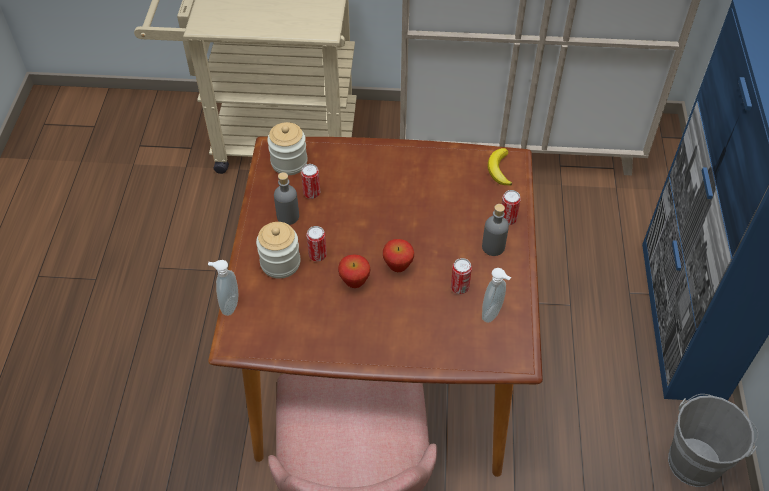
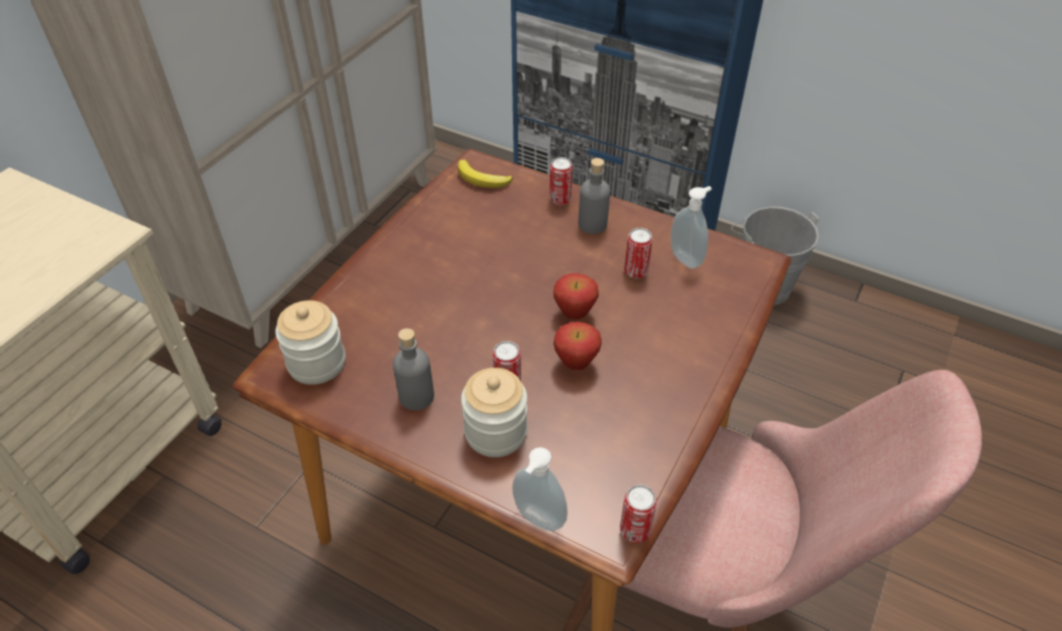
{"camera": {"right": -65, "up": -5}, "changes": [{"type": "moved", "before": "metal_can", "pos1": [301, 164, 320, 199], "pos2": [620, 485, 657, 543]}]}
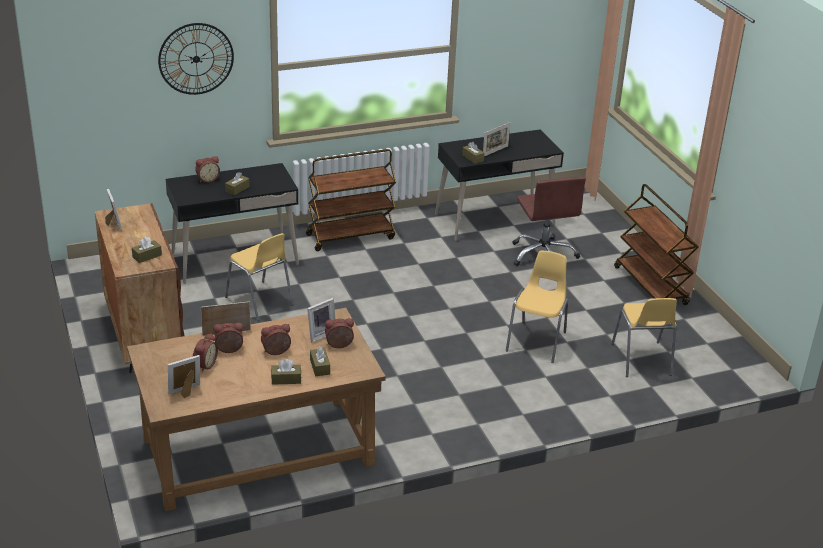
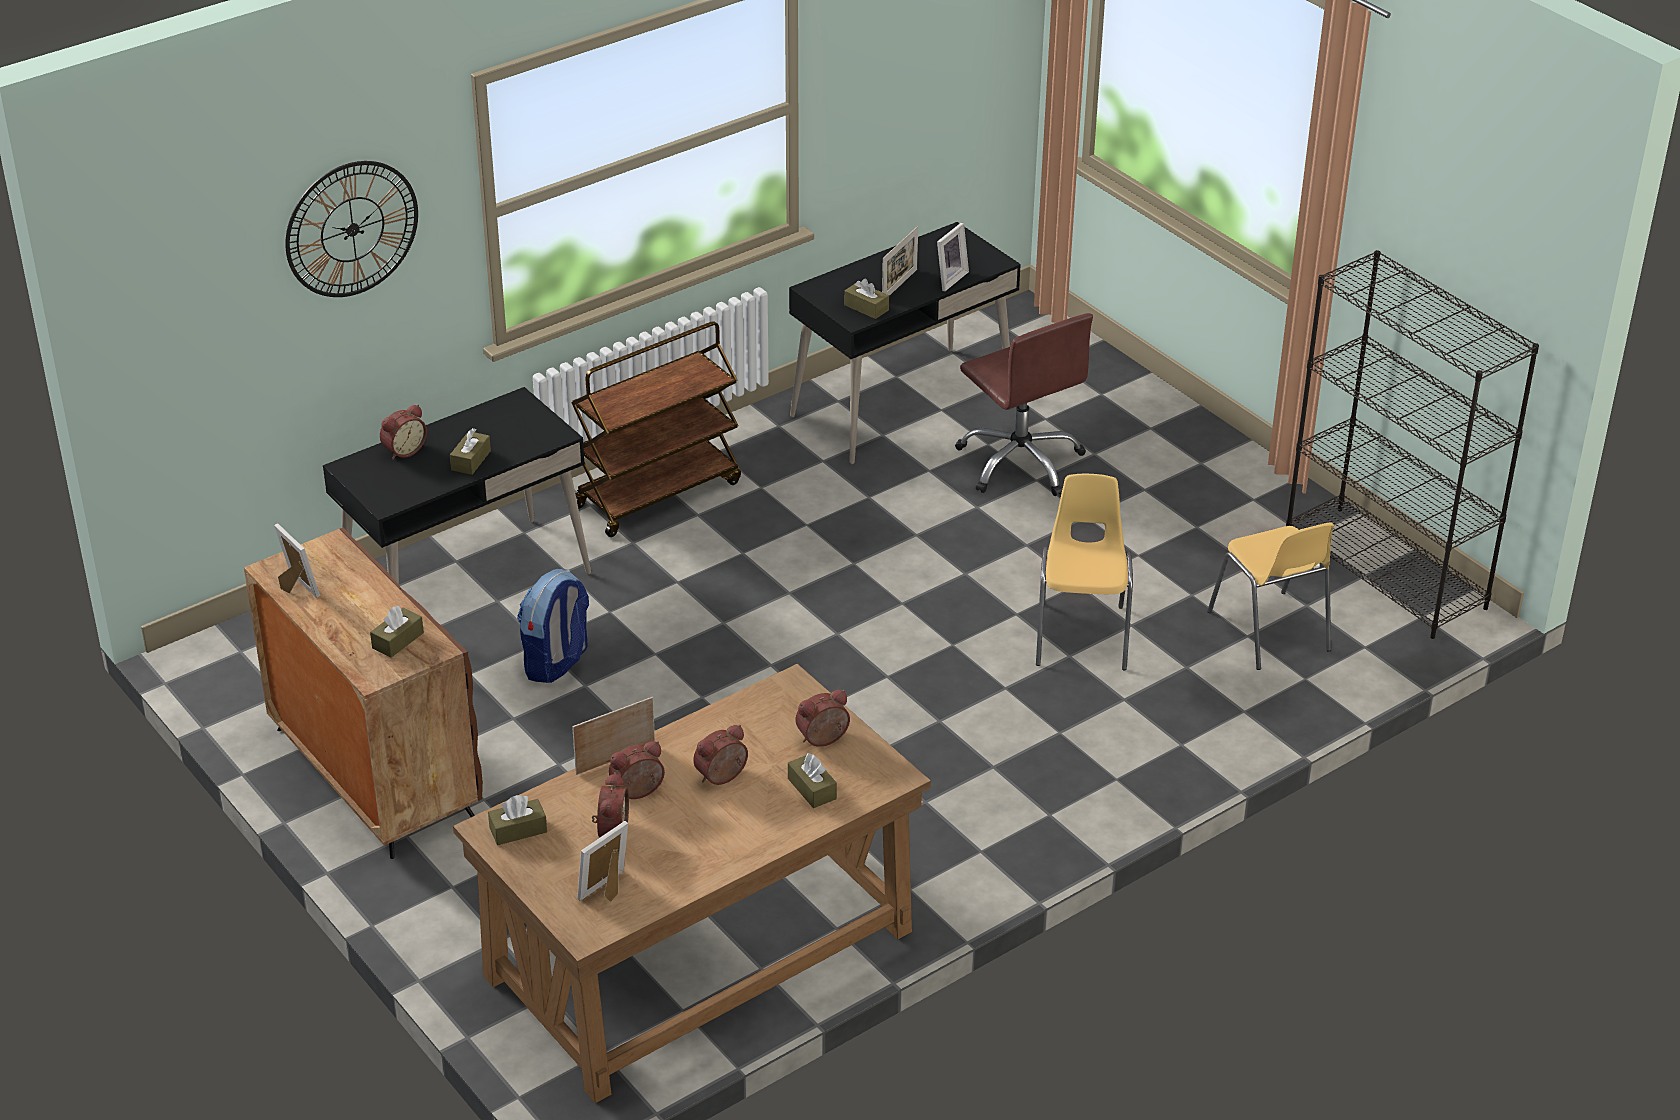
{"camera": {"right": -15, "up": 5}, "changes": [{"type": "removed", "before": "brown-coloured_wheeled_cart", "pos1": [614, 184, 698, 305]}, {"type": "added", "after": "black_bookcase", "pos2": [1286, 250, 1539, 639]}, {"type": "moved", "before": "brown-coloured_tissue_holder", "pos1": [271, 359, 301, 385], "pos2": [488, 795, 547, 845]}, {"type": "moved", "before": "picture_frame", "pos1": [307, 298, 335, 342], "pos2": [937, 223, 969, 291]}, {"type": "replaced", "before": "yellow_plain_chair", "after": "rucksack", "pos1": [225, 233, 294, 321], "pos2": [517, 569, 589, 683]}]}
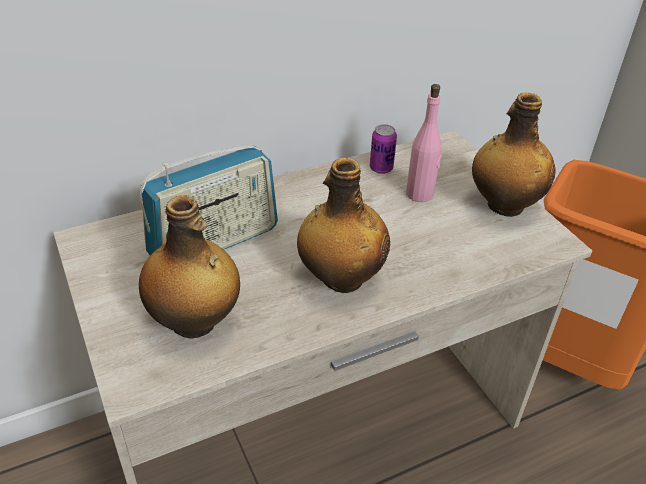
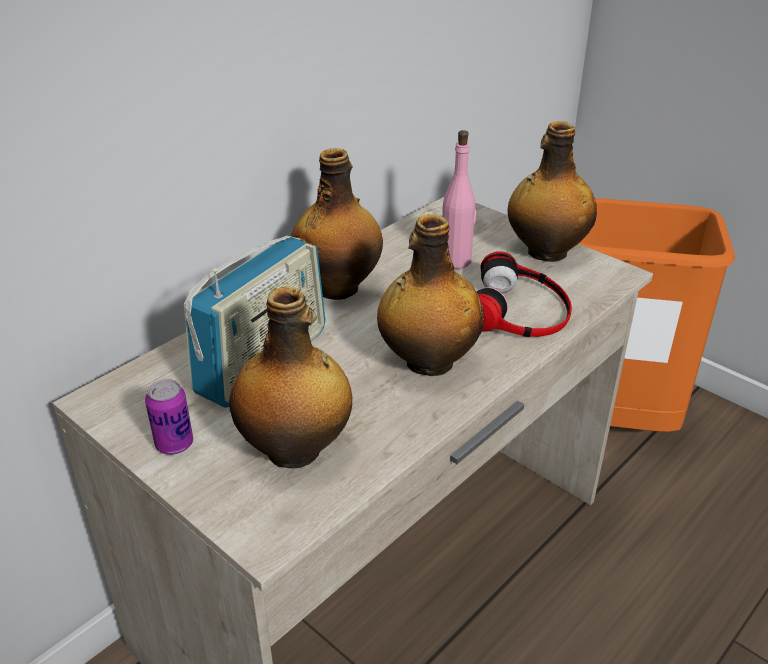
{"camera": {"right": -20, "up": -5}, "changes": [{"type": "added", "after": "bottle", "pos2": [291, 148, 383, 300]}, {"type": "added", "after": "headphones", "pos2": [477, 251, 572, 337]}, {"type": "moved", "before": "metal_can", "pos1": [370, 124, 397, 174], "pos2": [145, 379, 193, 455]}]}
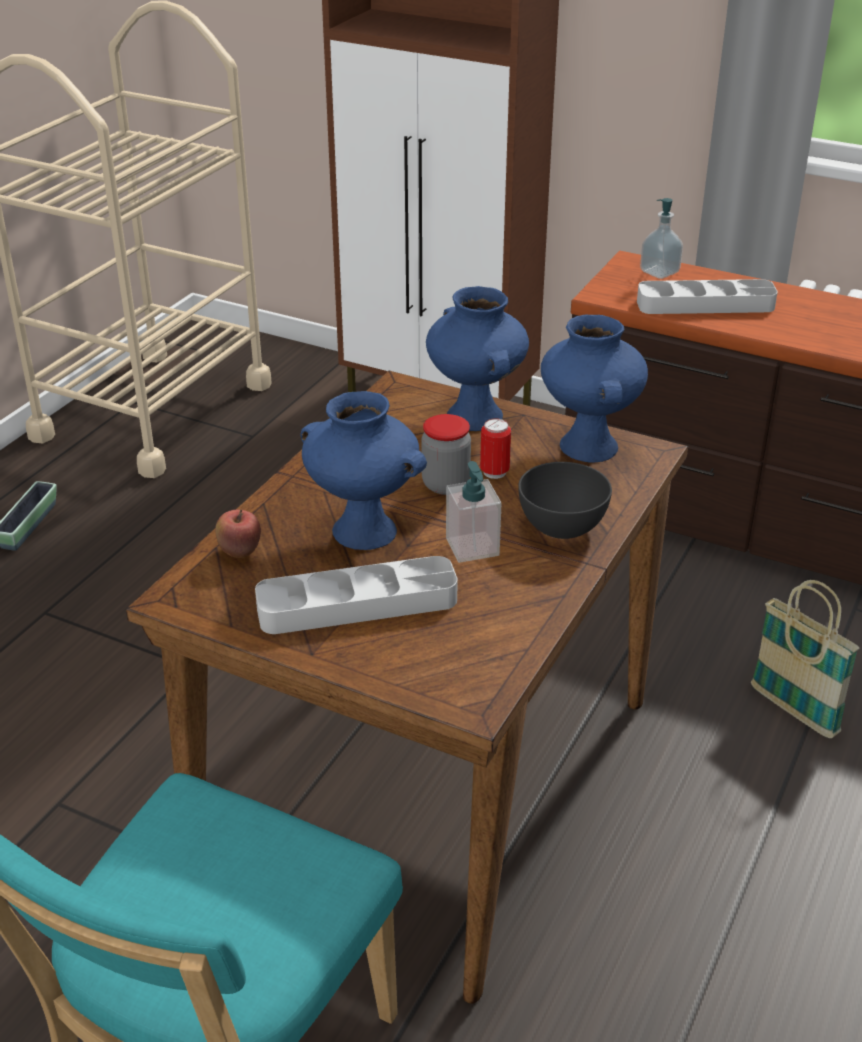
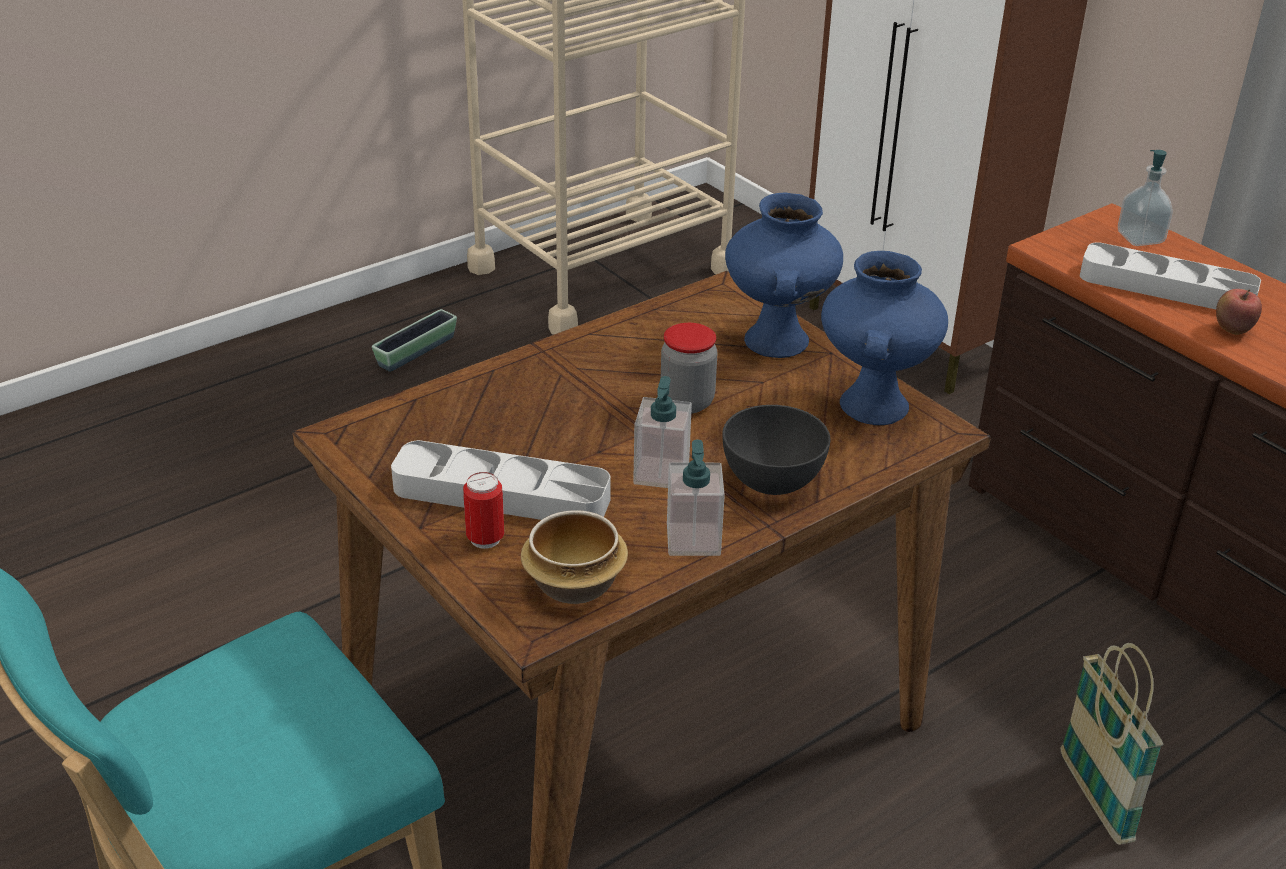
{"camera": {"right": 25, "up": 0}, "changes": [{"type": "removed", "before": "blue-coloured_flower_vase", "pos1": [300, 391, 427, 550]}, {"type": "added", "after": "serving_bowl", "pos2": [521, 510, 628, 604]}, {"type": "added", "after": "soap_dispenser", "pos2": [667, 439, 725, 556]}, {"type": "moved", "before": "whole_apple", "pos1": [215, 510, 261, 558], "pos2": [1216, 289, 1262, 335]}, {"type": "moved", "before": "metal_can", "pos1": [480, 418, 511, 479], "pos2": [463, 472, 504, 549]}]}
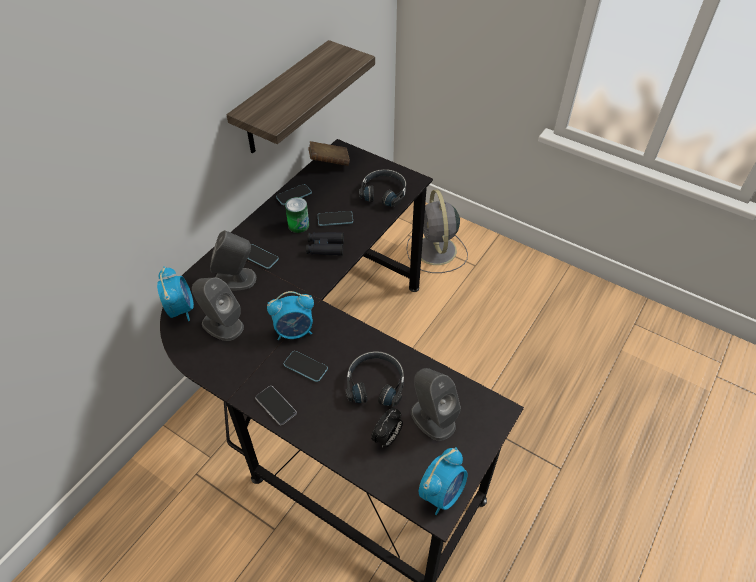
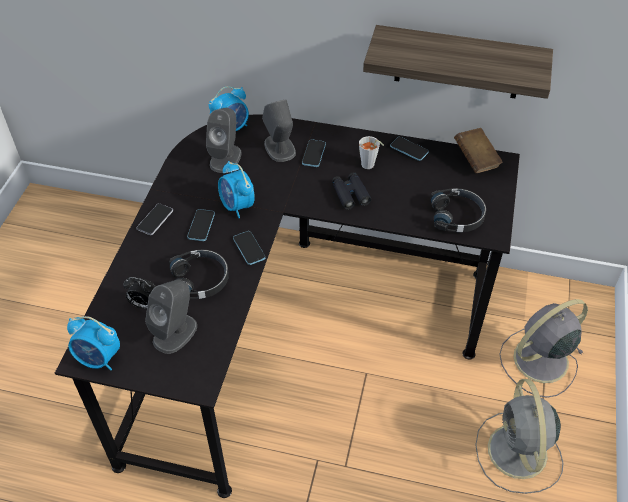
{"camera": {"right": 70, "up": 0}, "changes": [{"type": "added", "after": "gray_cooling_fan", "pos2": [475, 379, 563, 494]}, {"type": "moved", "before": "phone", "pos1": [318, 211, 353, 226], "pos2": [233, 231, 265, 265]}, {"type": "replaced", "before": "metal_can", "after": "gray_small_cup", "pos1": [285, 197, 309, 233], "pos2": [359, 136, 384, 169]}]}
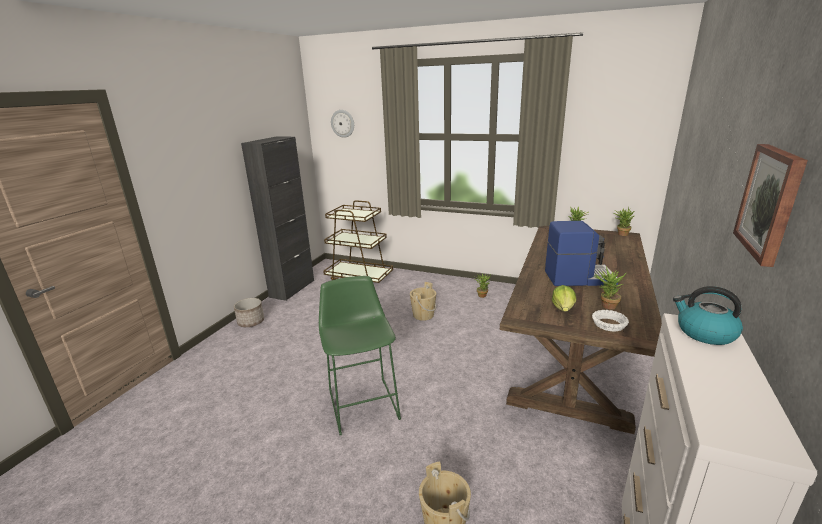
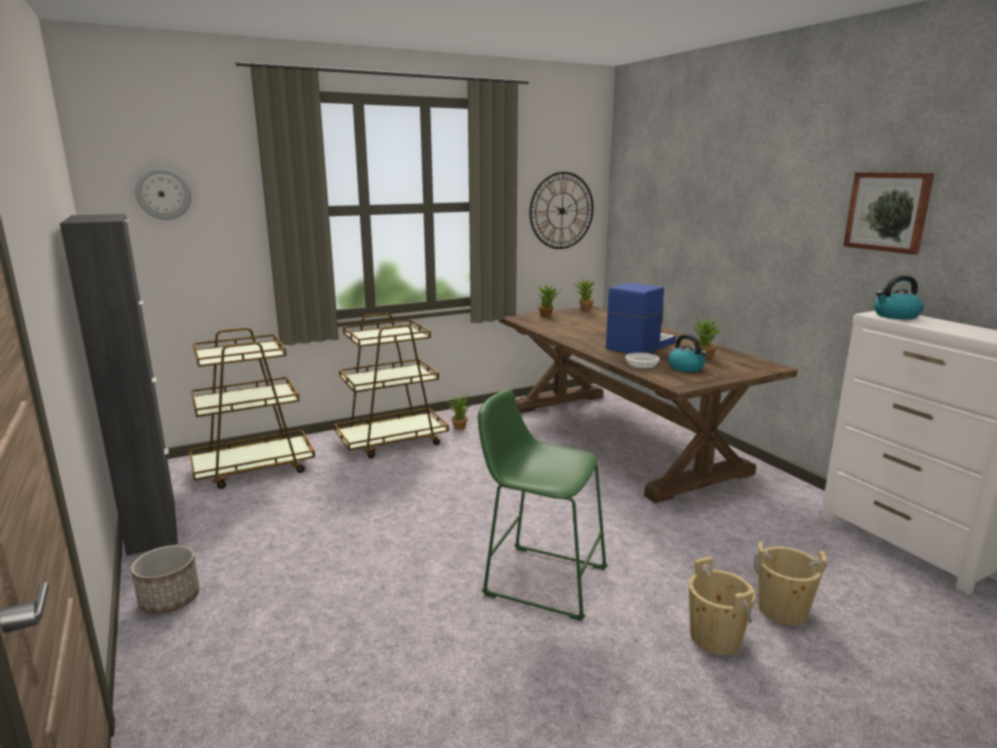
{"camera": {"right": -50, "up": -5}, "changes": [{"type": "added", "after": "brown-coloured_wheeled_cart", "pos2": [334, 313, 449, 459]}, {"type": "added", "after": "hanging_clock", "pos2": [529, 172, 594, 249]}, {"type": "moved", "before": "beige-coloured_pail", "pos1": [410, 282, 436, 321], "pos2": [689, 557, 755, 655]}, {"type": "moved", "before": "whitish_serving_bowl", "pos1": [592, 310, 629, 331], "pos2": [625, 352, 660, 368]}, {"type": "replaced", "before": "head_of_lettuce", "after": "water_kettle", "pos1": [552, 285, 576, 312], "pos2": [668, 334, 707, 372]}]}
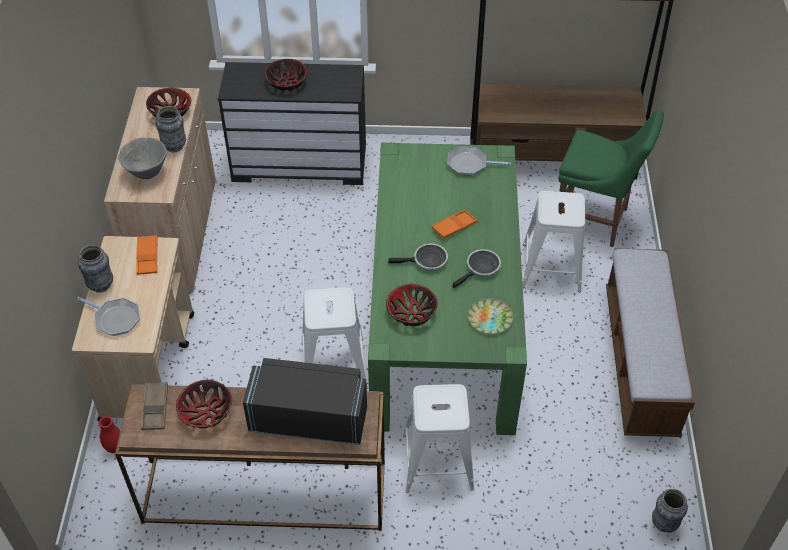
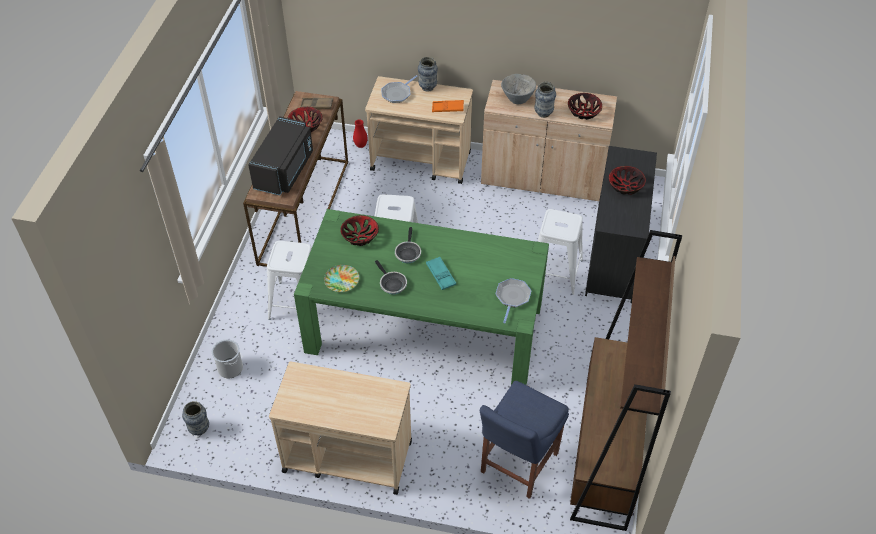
{"camera": {"right": 100, "up": 0}, "changes": [{"type": "added", "after": "pail", "pos2": [212, 339, 243, 378]}, {"type": "moved", "before": "whitish_sitting_stool", "pos1": [522, 191, 585, 292], "pos2": [538, 209, 583, 295]}, {"type": "replaced", "before": "long_seat", "after": "beige-coloured_wheeled_cart", "pos1": [606, 248, 695, 437], "pos2": [269, 361, 412, 495]}, {"type": "recoloured", "before": "orange-coloured_serving_tray", "after": "turquoise_serving_tray", "pos1": [432, 210, 478, 239], "pos2": [426, 257, 456, 290]}, {"type": "recoloured", "before": "green_plain_chair", "after": "blue-coloured_plain_chair", "pos1": [559, 110, 664, 247], "pos2": [480, 381, 569, 499]}]}
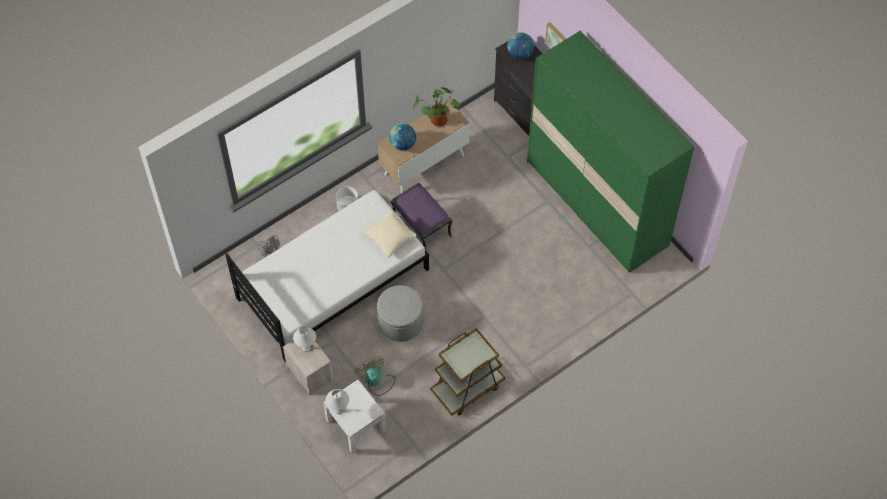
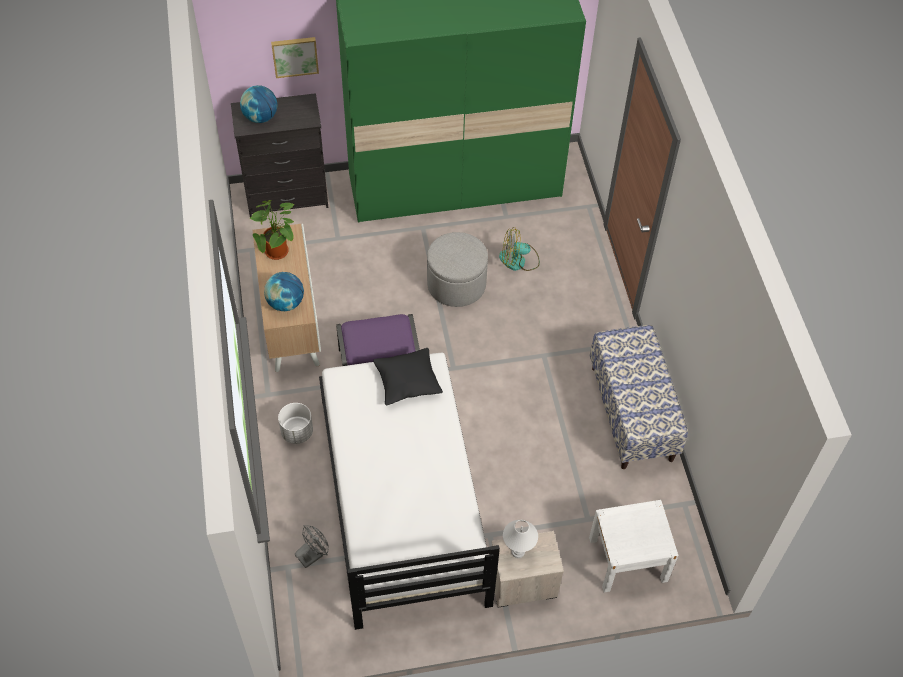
{"camera": {"right": -65, "up": -5}, "changes": [{"type": "removed", "before": "whitish_lamp_for_a_table", "pos1": [326, 389, 349, 414]}, {"type": "moved", "before": "cooling_fan", "pos1": [355, 357, 396, 396], "pos2": [499, 227, 540, 271]}, {"type": "moved", "before": "gray_pouffe", "pos1": [377, 285, 424, 342], "pos2": [427, 232, 488, 307]}, {"type": "replaced", "before": "brown-coloured_wheeled_cart", "after": "long_seat", "pos1": [430, 328, 505, 416], "pos2": [590, 325, 688, 469]}, {"type": "recoloured", "before": "beige-coloured_cushion", "after": "black_cushion", "pos1": [362, 210, 417, 257], "pos2": [373, 348, 443, 405]}]}
